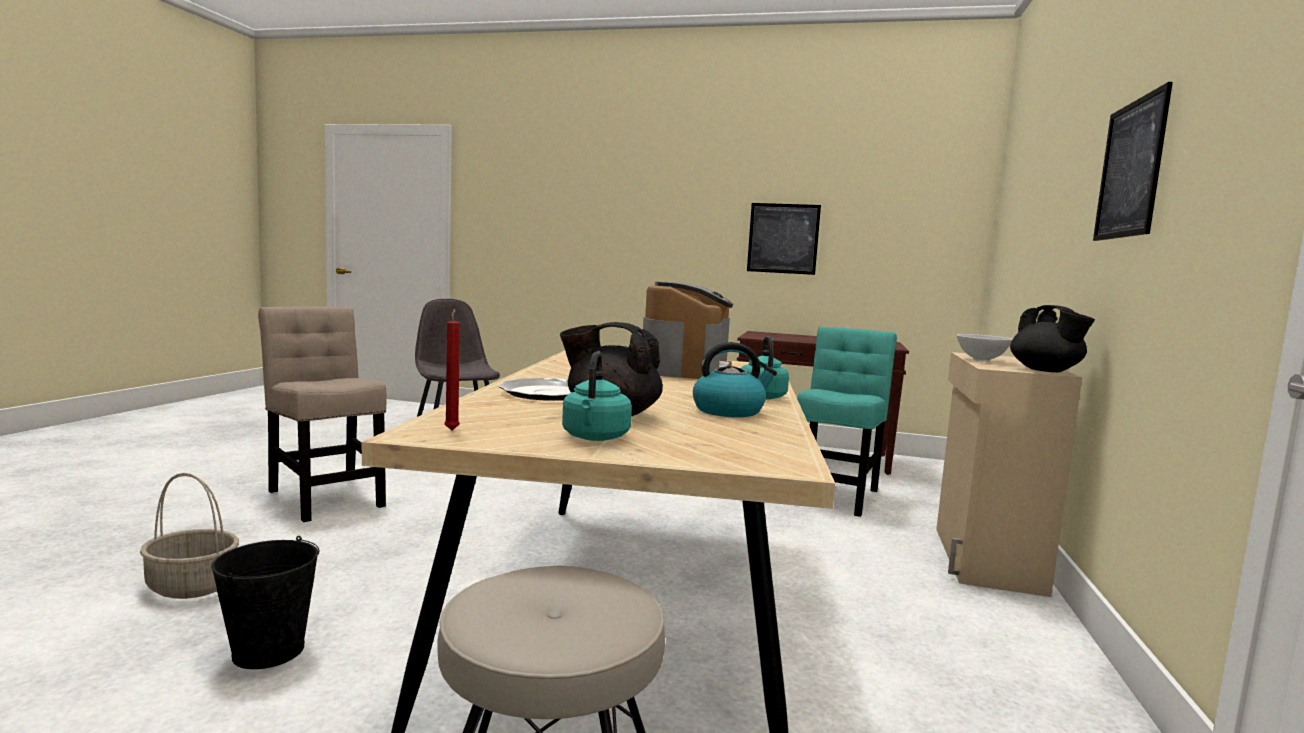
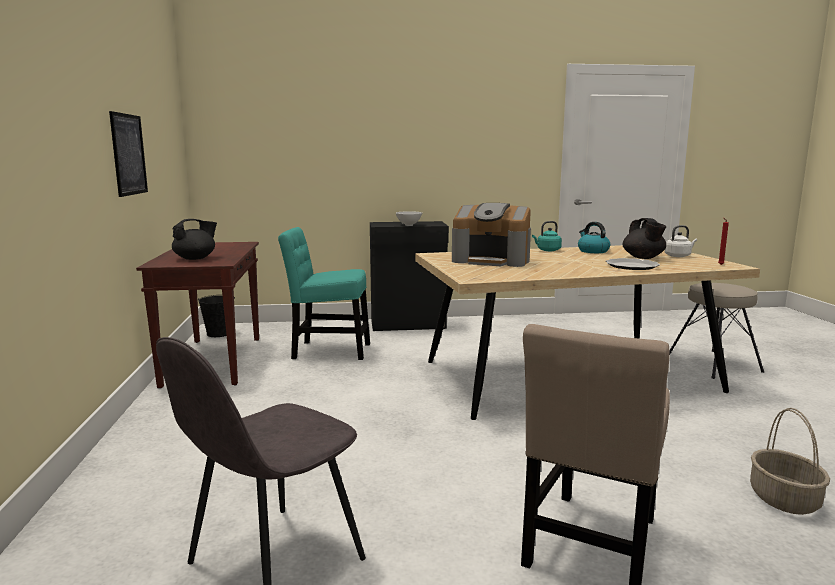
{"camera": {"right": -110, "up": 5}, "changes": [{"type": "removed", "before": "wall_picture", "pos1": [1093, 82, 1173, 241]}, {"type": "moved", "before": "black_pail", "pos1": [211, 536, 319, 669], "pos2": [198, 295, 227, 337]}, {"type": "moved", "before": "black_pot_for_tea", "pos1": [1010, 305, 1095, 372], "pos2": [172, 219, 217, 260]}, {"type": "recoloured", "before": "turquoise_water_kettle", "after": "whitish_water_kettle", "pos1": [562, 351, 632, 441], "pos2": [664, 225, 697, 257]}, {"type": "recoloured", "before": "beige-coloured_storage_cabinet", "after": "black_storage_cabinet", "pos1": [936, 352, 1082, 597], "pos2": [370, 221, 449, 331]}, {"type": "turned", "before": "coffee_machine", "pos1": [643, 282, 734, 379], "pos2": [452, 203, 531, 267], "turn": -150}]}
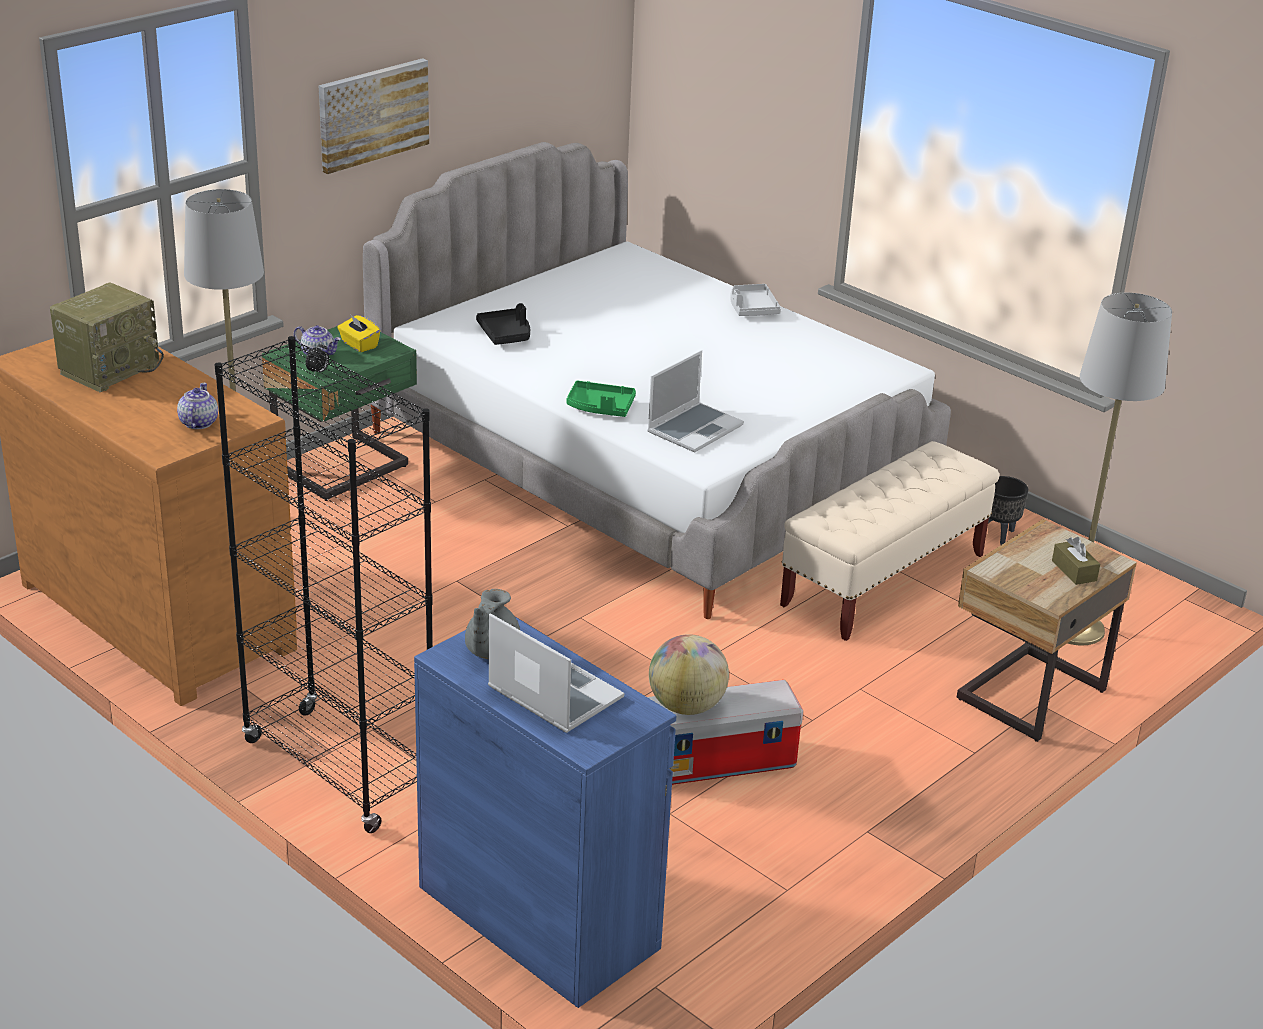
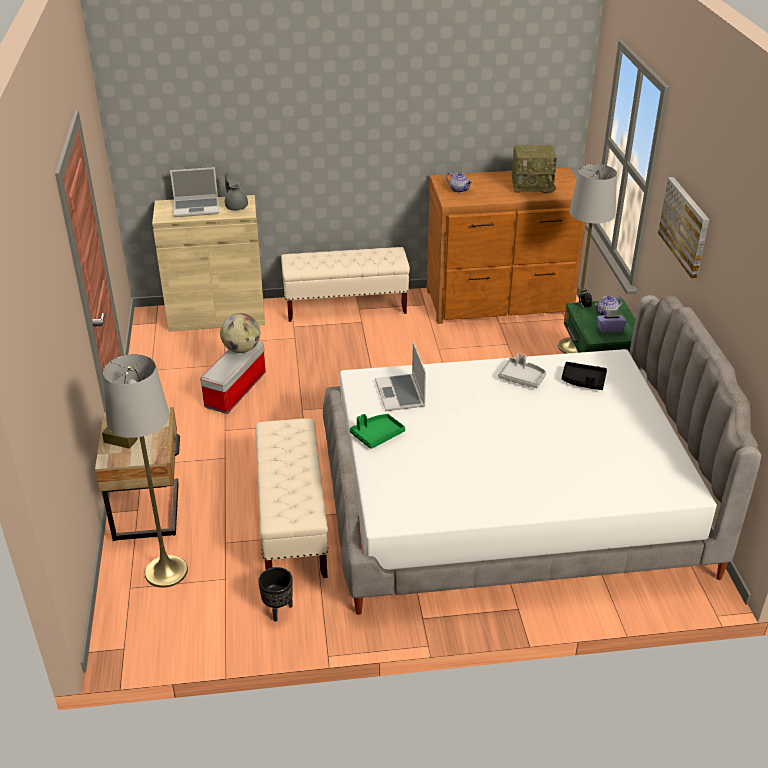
{"camera": {"right": 130, "up": 5}, "changes": [{"type": "moved", "before": "green_serving_tray", "pos1": [567, 381, 636, 417], "pos2": [350, 414, 405, 449]}, {"type": "moved", "before": "gray_serving_tray", "pos1": [730, 284, 781, 316], "pos2": [498, 353, 546, 389]}, {"type": "replaced", "before": "black_bookcase", "after": "beige-coloured_long_seat", "pos1": [215, 336, 433, 833], "pos2": [281, 247, 410, 322]}, {"type": "recoloured", "before": "yellow_tissue_holder", "after": "purple-coloured_tissue_holder", "pos1": [337, 314, 380, 352], "pos2": [597, 310, 627, 333]}, {"type": "recoloured", "before": "blue-coloured_storage_cabinet", "after": "beige-coloured_storage_cabinet", "pos1": [414, 617, 676, 1008], "pos2": [152, 195, 265, 331]}, {"type": "turned", "before": "radio_receiver", "pos1": [50, 282, 164, 392], "pos2": [512, 145, 557, 193], "turn": -75}]}
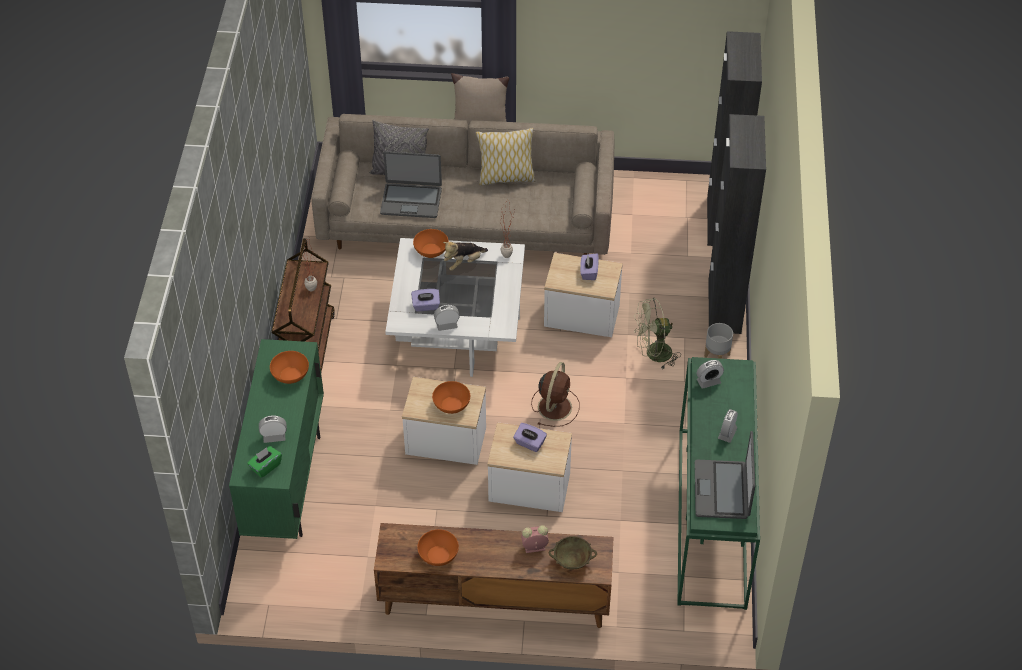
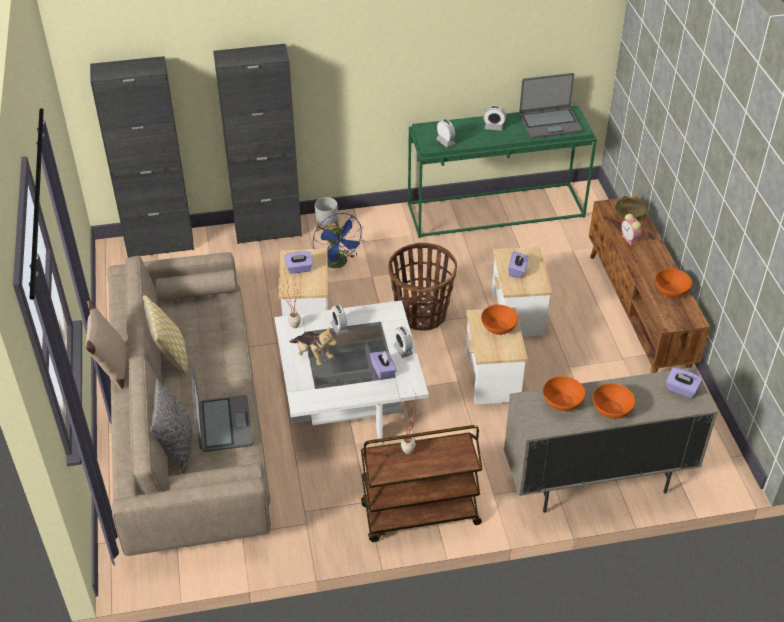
{"camera": {"right": -105, "up": -5}, "changes": [{"type": "moved", "before": "alarm_clock", "pos1": [259, 415, 287, 443], "pos2": [331, 304, 349, 335]}, {"type": "moved", "before": "orange-coloured_serving_bowl", "pos1": [413, 229, 448, 258], "pos2": [593, 383, 635, 419]}, {"type": "replaced", "before": "brown-coloured_cooling_fan", "after": "household_basket", "pos1": [531, 362, 580, 427], "pos2": [389, 243, 457, 330]}, {"type": "recoloured", "before": "green_storage_cabinet", "after": "beige-coloured_storage_cabinet", "pos1": [229, 339, 324, 539], "pos2": [504, 367, 718, 513]}, {"type": "recoloured", "before": "green_tissue_holder", "after": "purple-coloured_tissue_holder", "pos1": [247, 446, 282, 478], "pos2": [666, 367, 702, 398]}, {"type": "recoloured", "before": "green_cooling_fan", "after": "blue-coloured_cooling_fan", "pos1": [634, 298, 681, 369], "pos2": [313, 213, 365, 268]}]}
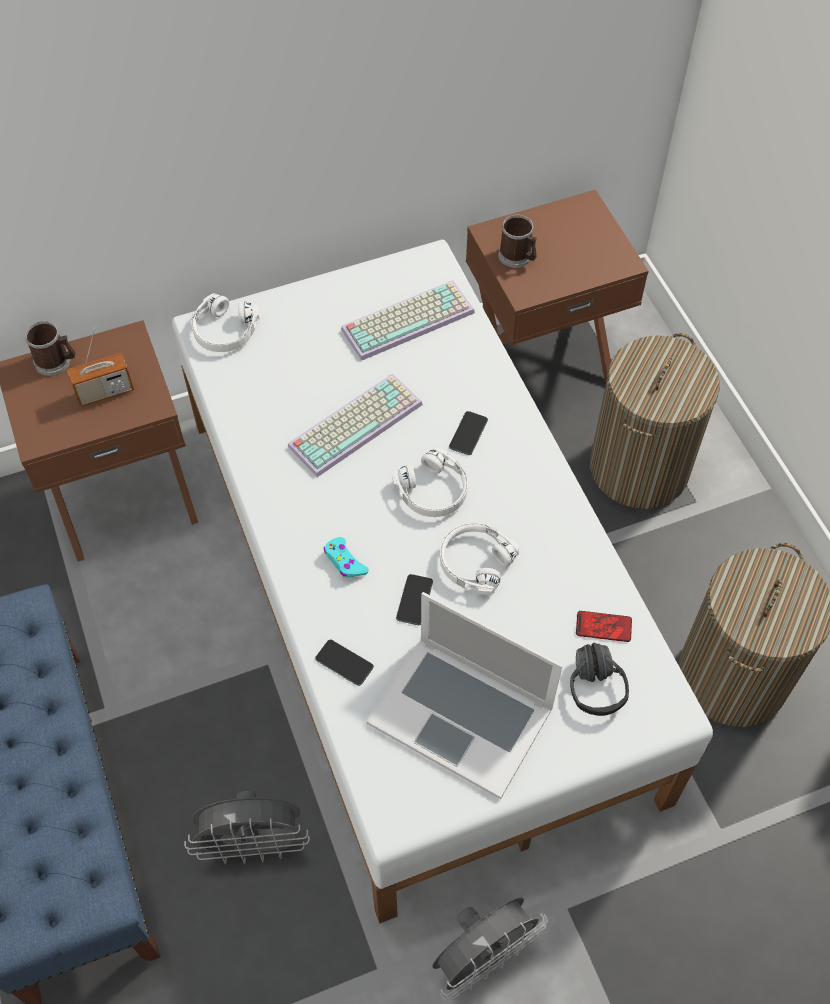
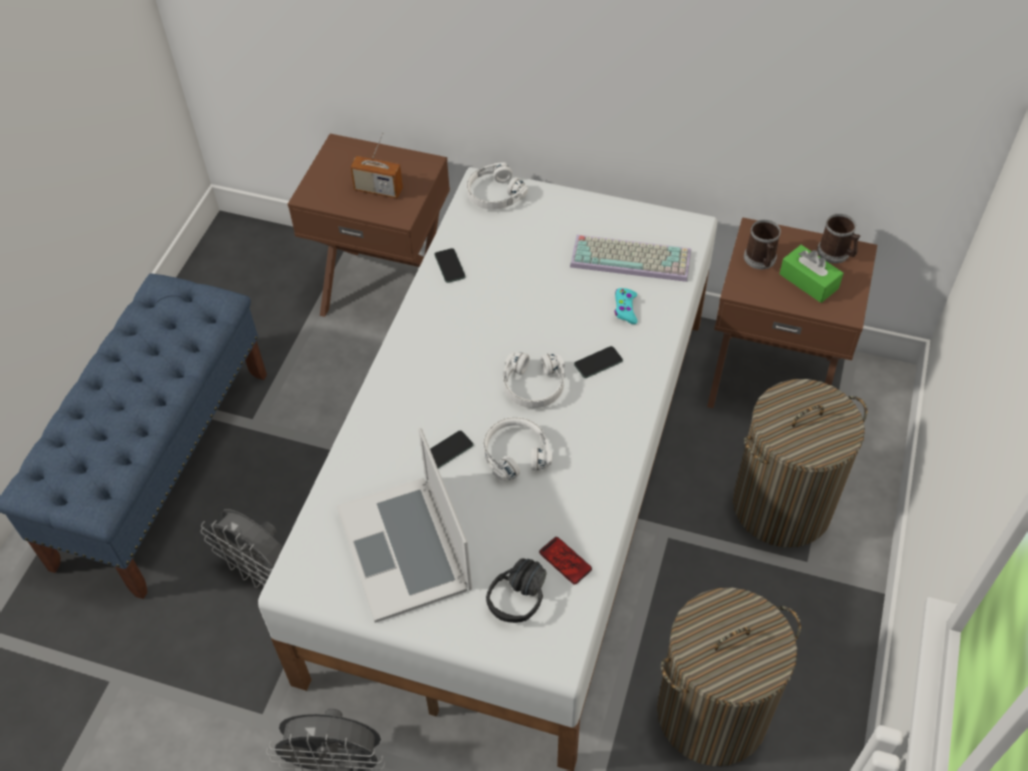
{"camera": {"right": 40, "up": -5}, "changes": [{"type": "removed", "before": "PC_keyboard", "pos1": [288, 373, 423, 477]}, {"type": "added", "after": "green_tissue_holder", "pos2": [779, 245, 844, 303]}, {"type": "moved", "before": "tea_mug", "pos1": [25, 321, 75, 376], "pos2": [817, 213, 861, 263]}, {"type": "moved", "before": "phone", "pos1": [315, 640, 374, 686], "pos2": [434, 248, 466, 283]}, {"type": "moved", "before": "turquoise_game_controller", "pos1": [324, 537, 369, 578], "pos2": [614, 288, 638, 324]}]}
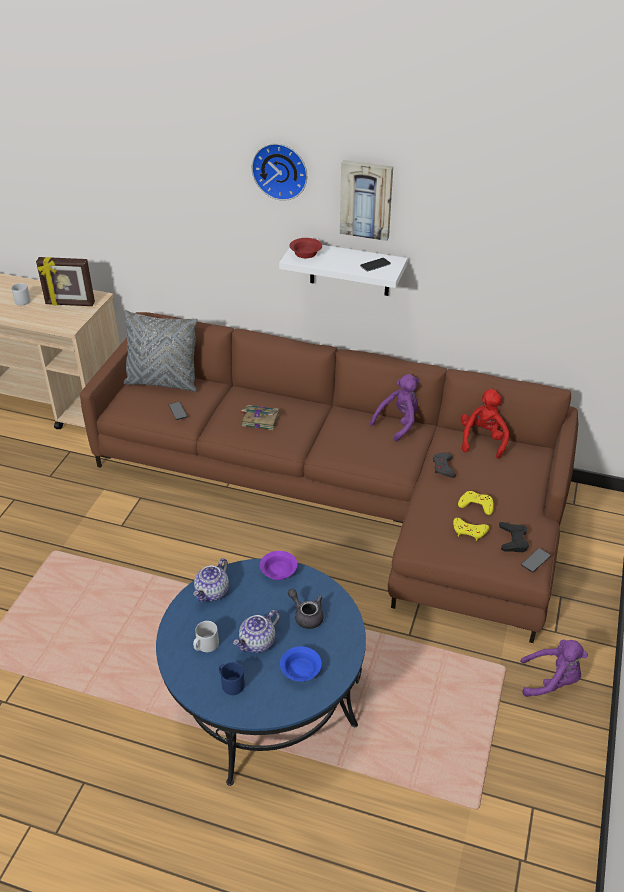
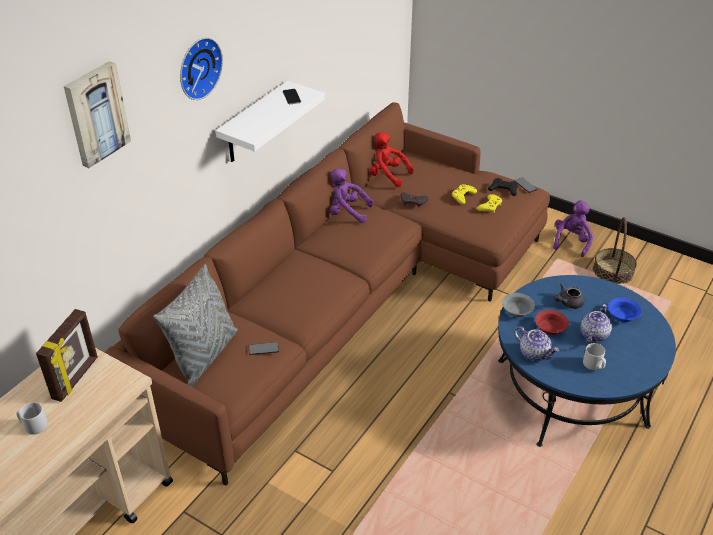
{"camera": {"right": -75, "up": 0}, "changes": [{"type": "removed", "before": "blue-coloured_tea_mug", "pos1": [219, 662, 245, 695]}, {"type": "removed", "before": "book", "pos1": [241, 405, 279, 430]}, {"type": "added", "after": "household_basket", "pos2": [593, 217, 637, 284]}, {"type": "moved", "before": "red-coloured_serving_bowl", "pos1": [289, 238, 322, 258], "pos2": [535, 310, 569, 335]}, {"type": "moved", "before": "wall_picture", "pos1": [340, 160, 393, 241], "pos2": [64, 61, 131, 168]}, {"type": "recoloured", "before": "purple-coloured_serving_bowl", "after": "gray_serving_bowl", "pos1": [260, 551, 297, 580], "pos2": [502, 293, 535, 317]}, {"type": "turned", "before": "pot_for_tea", "pos1": [233, 610, 280, 653], "pos2": [581, 304, 612, 343], "turn": -120}, {"type": "turned", "before": "purple-coloured_cuddly_toy", "pos1": [370, 374, 420, 442], "pos2": [330, 168, 373, 223], "turn": -45}]}
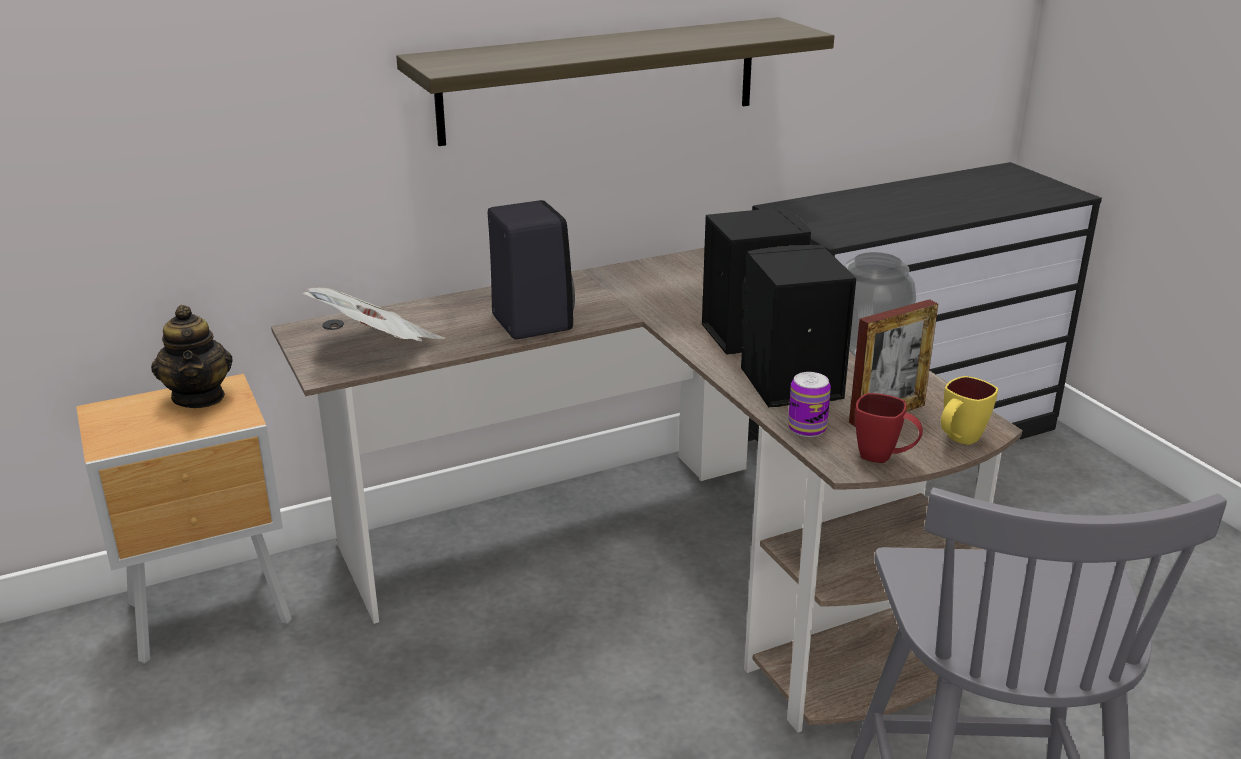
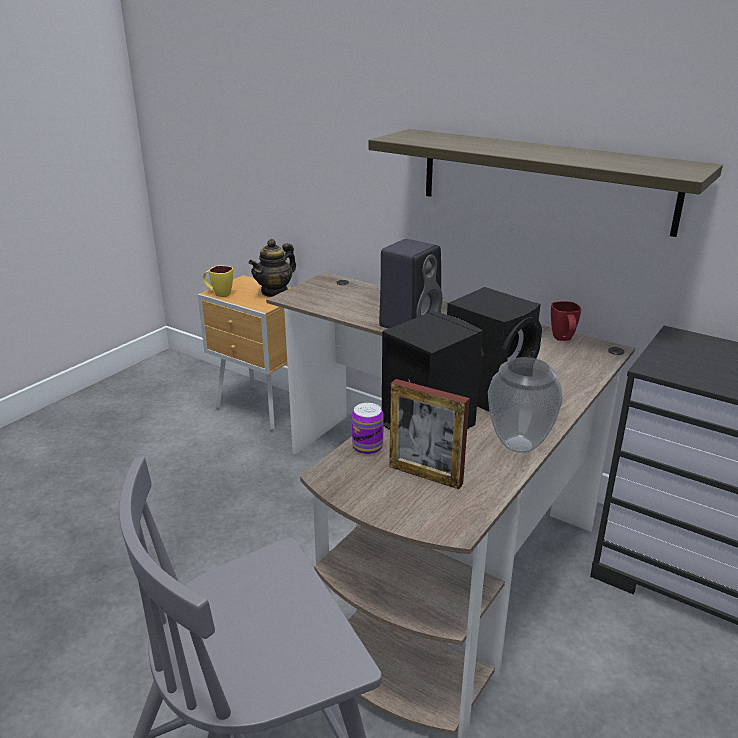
{"camera": {"right": 60, "up": 0}, "changes": [{"type": "removed", "before": "newspaper", "pos1": [303, 287, 445, 342]}, {"type": "moved", "before": "red-coloured_tea_mug", "pos1": [855, 393, 923, 463], "pos2": [551, 301, 581, 341]}, {"type": "moved", "before": "yellow_tea_mug", "pos1": [941, 376, 998, 445], "pos2": [203, 266, 233, 297]}]}
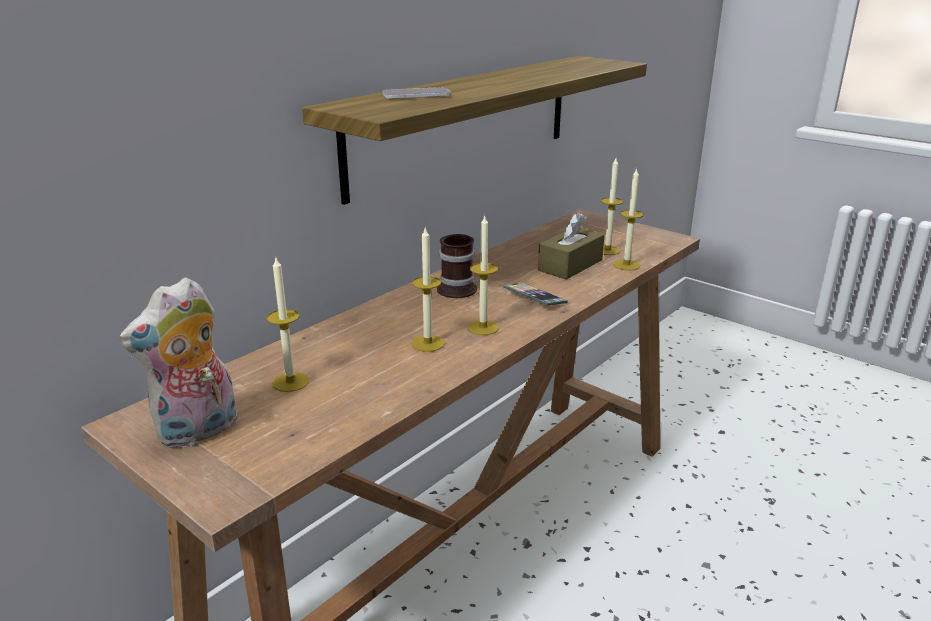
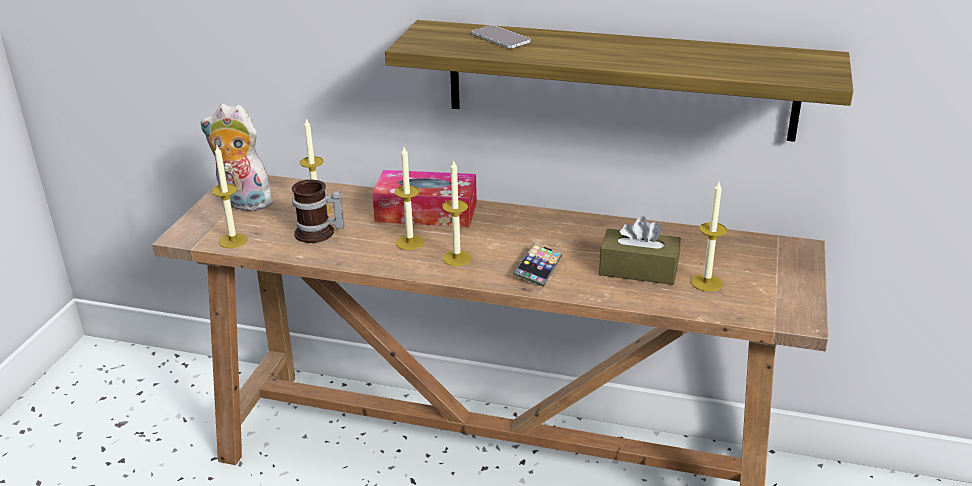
{"camera": {"right": 65, "up": 5}, "changes": [{"type": "added", "after": "tissue_holder", "pos2": [372, 170, 477, 227]}, {"type": "moved", "before": "tea_mug", "pos1": [437, 234, 477, 298], "pos2": [292, 179, 345, 243]}, {"type": "moved", "before": "wax_light", "pos1": [613, 168, 644, 270], "pos2": [212, 146, 248, 248]}]}
